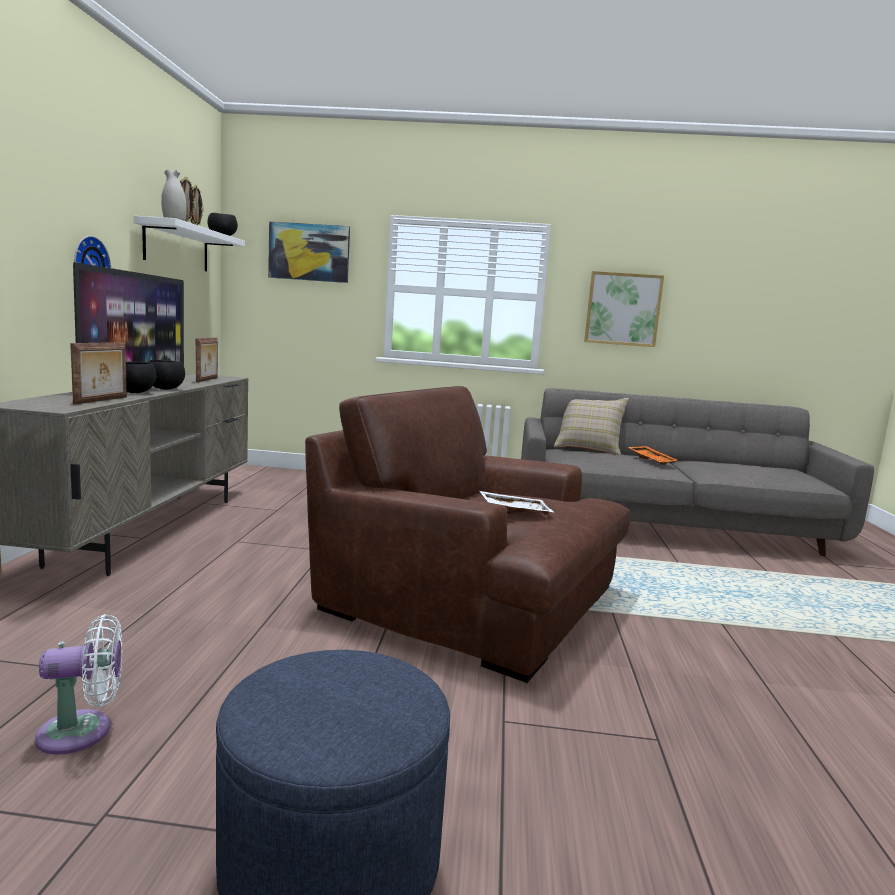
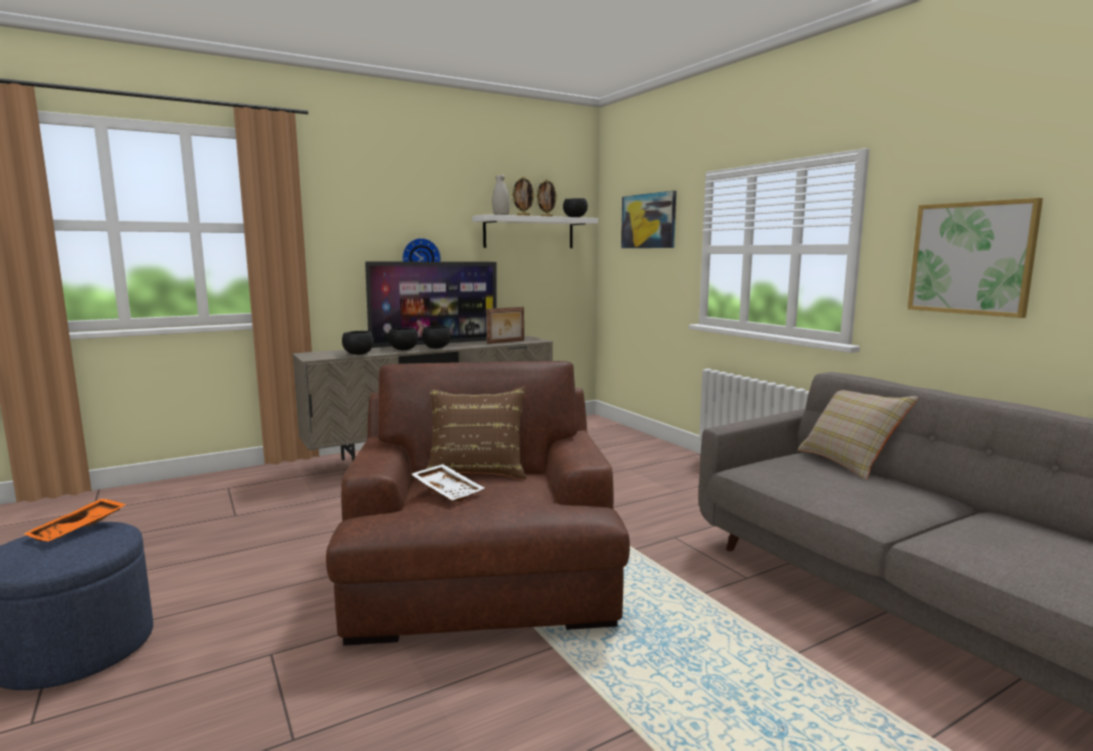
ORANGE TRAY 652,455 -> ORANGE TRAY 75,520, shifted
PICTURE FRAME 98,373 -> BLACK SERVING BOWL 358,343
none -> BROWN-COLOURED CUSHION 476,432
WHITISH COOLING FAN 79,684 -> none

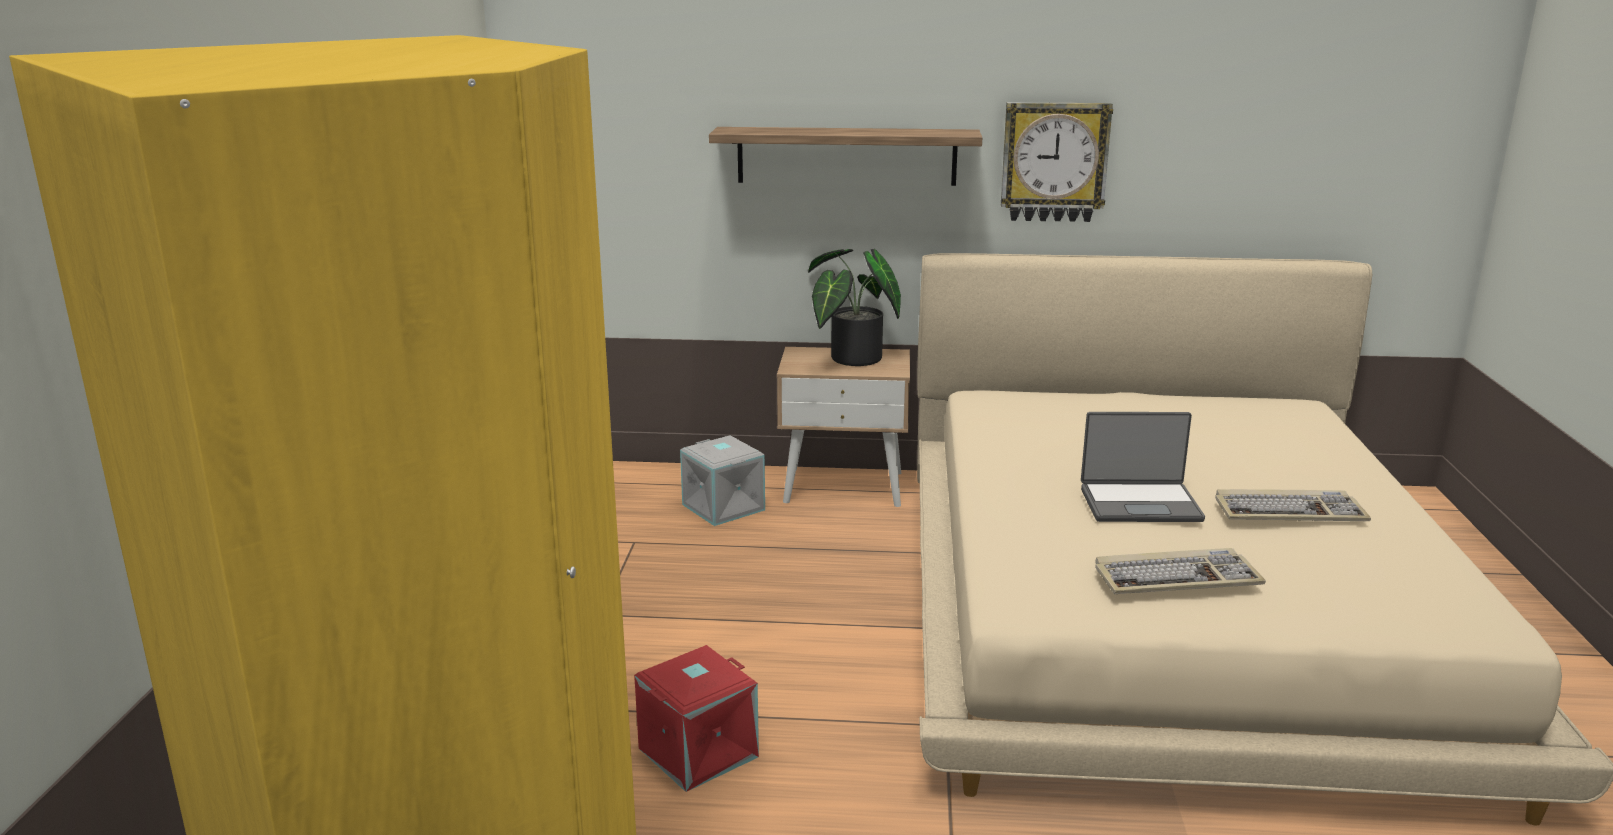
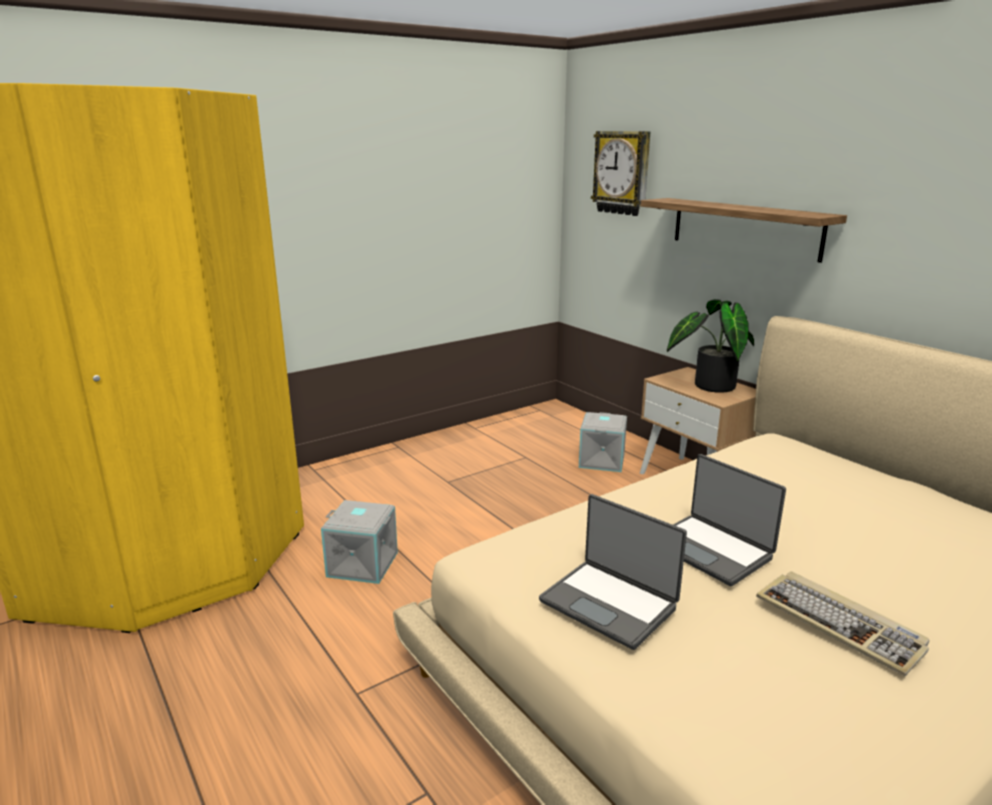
RED-COLOURED STORAGE BOX 696,718 -> GREY STORAGE BOX 359,542
COMPUTER KEYBOARD 1180,571 -> NOTEBOOK COMPUTER 613,572
CLOCK ON THE WALL 1057,162 -> CLOCK ON THE WALL 620,173, shifted

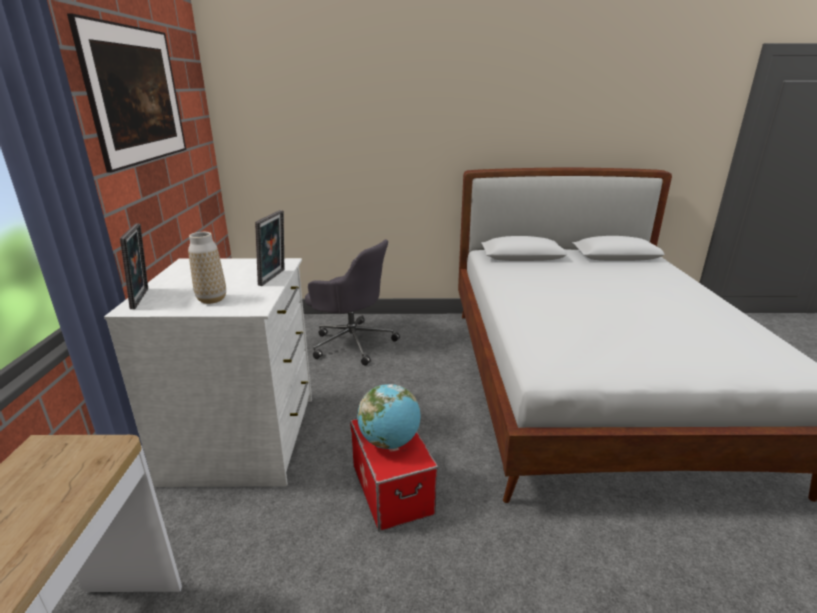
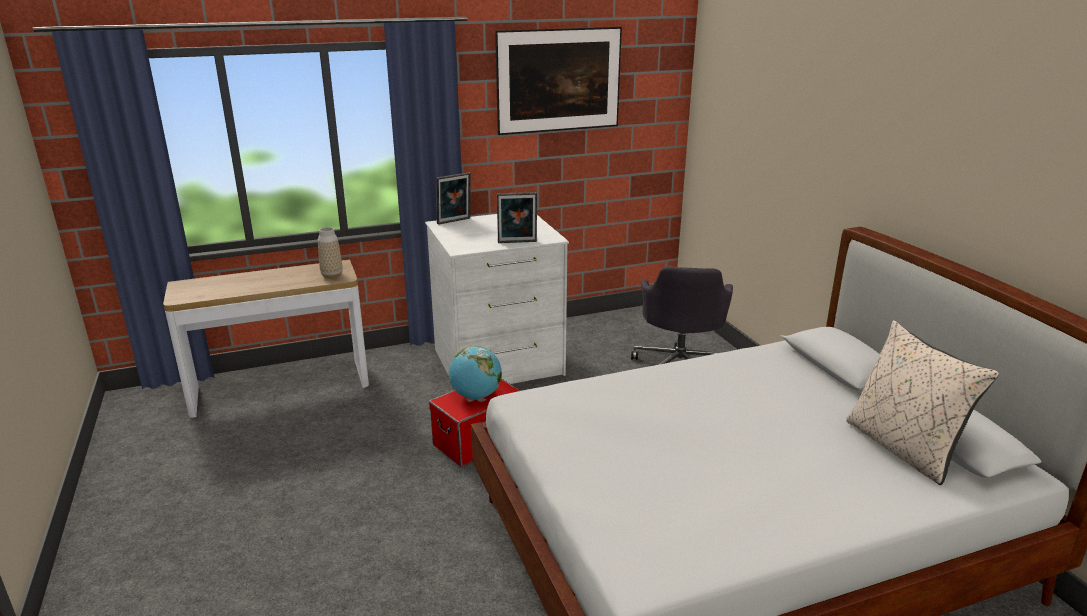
VASE 207,268 -> VASE 330,253, shifted
none -> BEIGE-COLOURED CUSHION 922,402

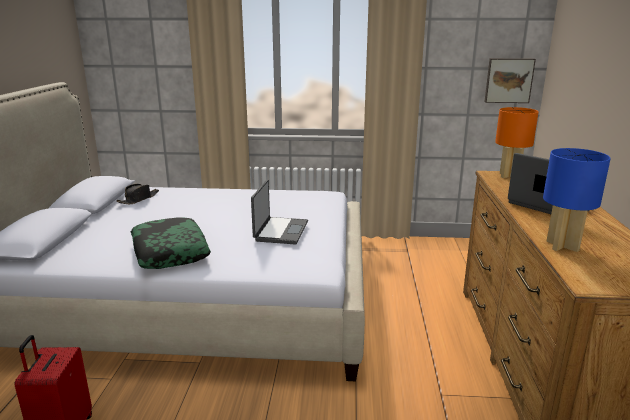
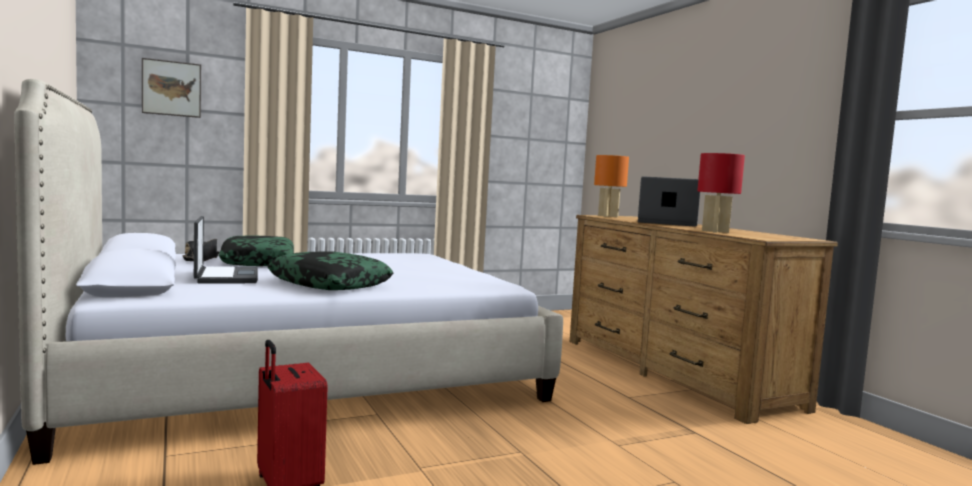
WALL PICTURE 510,80 -> WALL PICTURE 171,88, shifted
NOTEBOOK COMPUTER 279,212 -> NOTEBOOK COMPUTER 226,250, shifted
none -> CUSHION 256,251
BLUE TABLE LAMP 577,200 -> RED-COLOURED TABLE LAMP 721,193

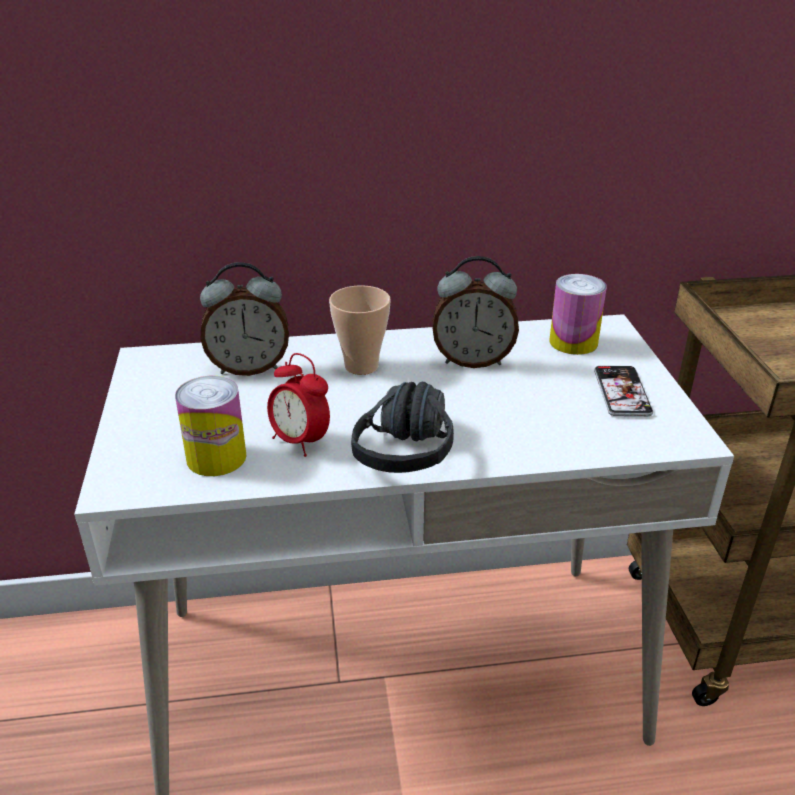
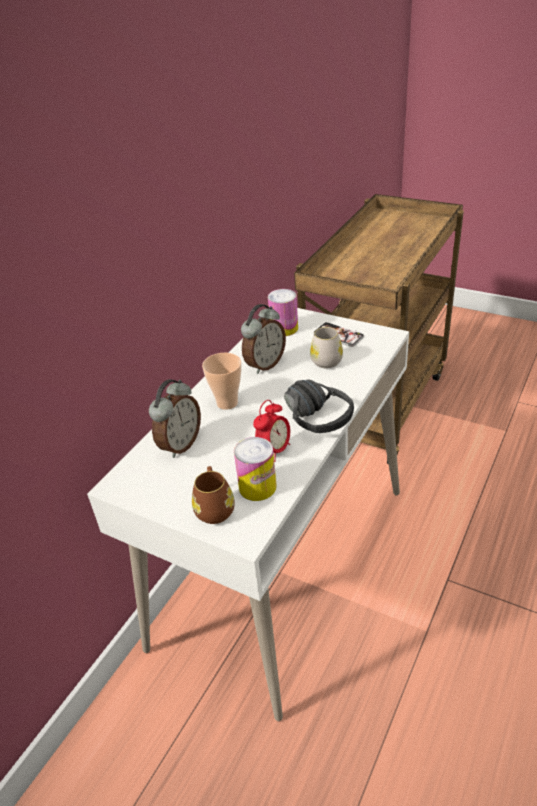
none -> BROWN-COLOURED MUG 213,495
ALARM CLOCK 298,405 -> ALARM CLOCK 271,431, 45 degrees counterclockwise
none -> WHITISH MUG 326,347

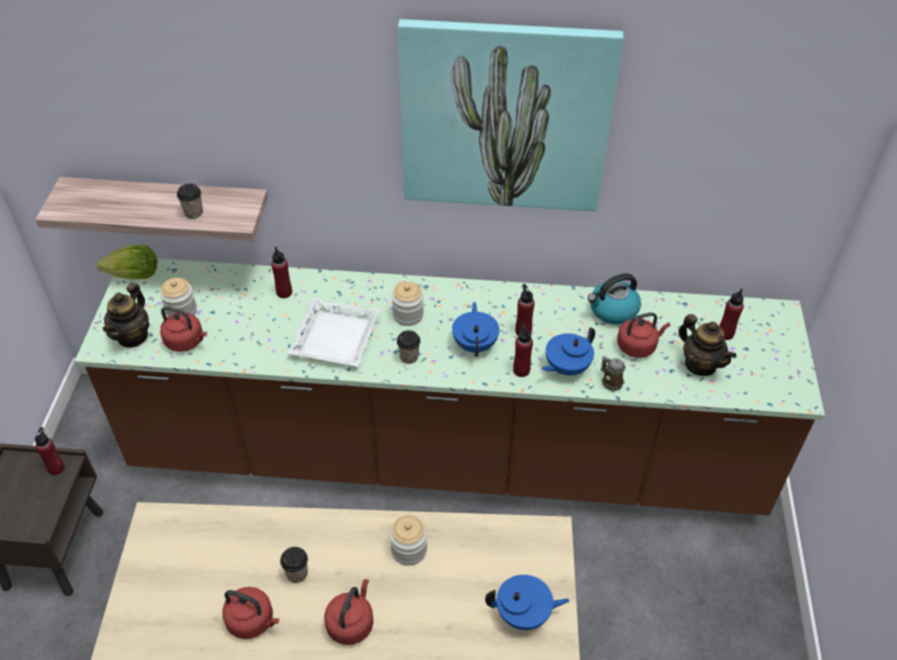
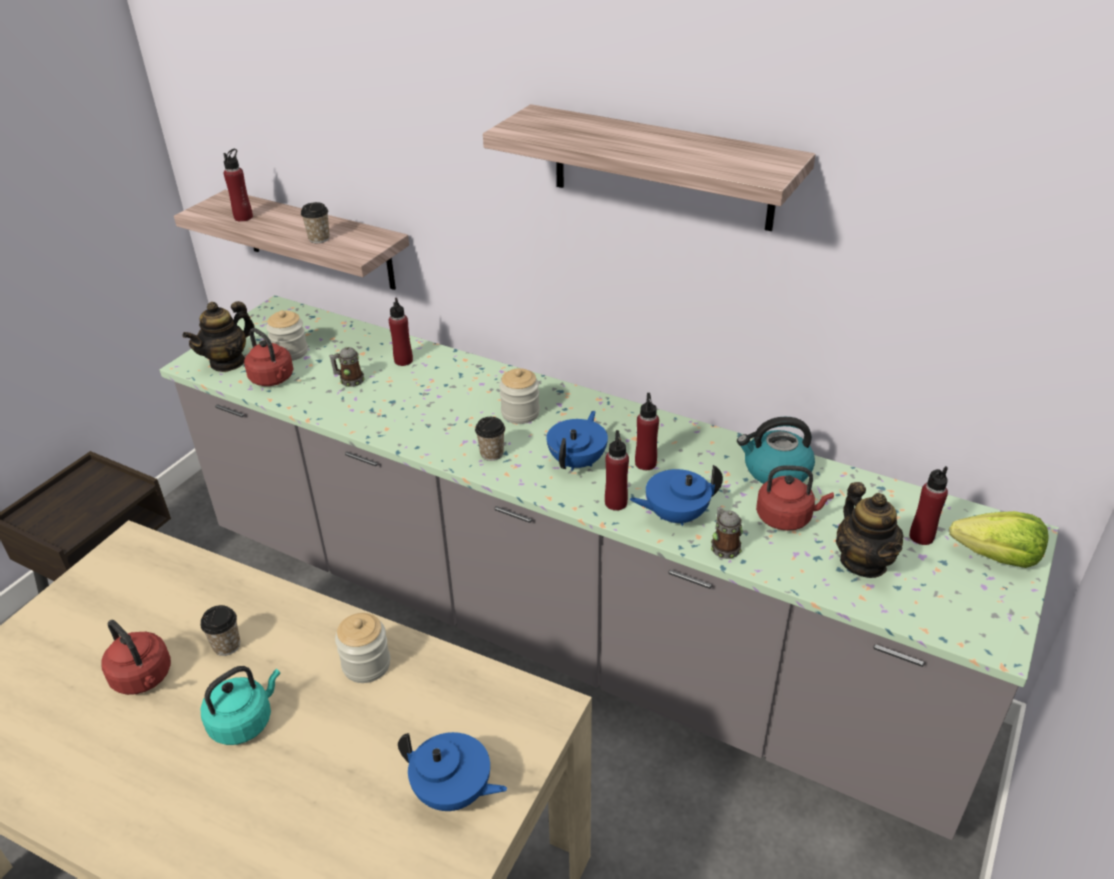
BROWN-COLOURED KITCHEN COUNTER 450,387 -> GREY KITCHEN COUNTER 609,567
RED-COLOURED TEA KETTLE 348,612 -> BLUE-GREEN TEA KETTLE 240,705
RED-COLOURED DRINK BOTTLE 50,451 -> RED-COLOURED DRINK BOTTLE 238,185, shifted
none -> MUG 347,367
WALL PICTURE 511,115 -> BRACKET SHELF 649,167
HEAD OF LETTUCE 127,262 -> HEAD OF LETTUCE 999,539, shifted
WHITISH TRAY 333,332 -> none

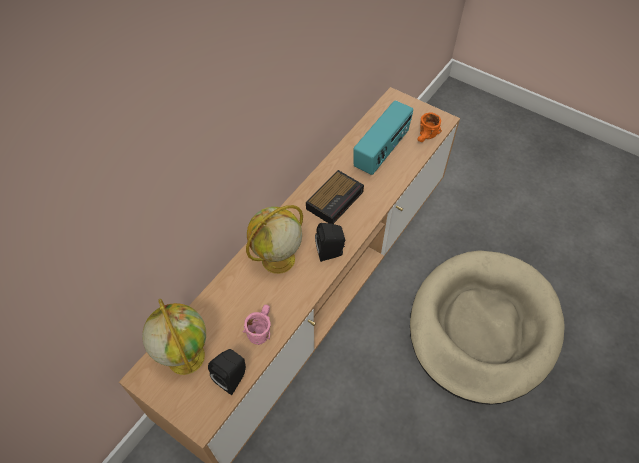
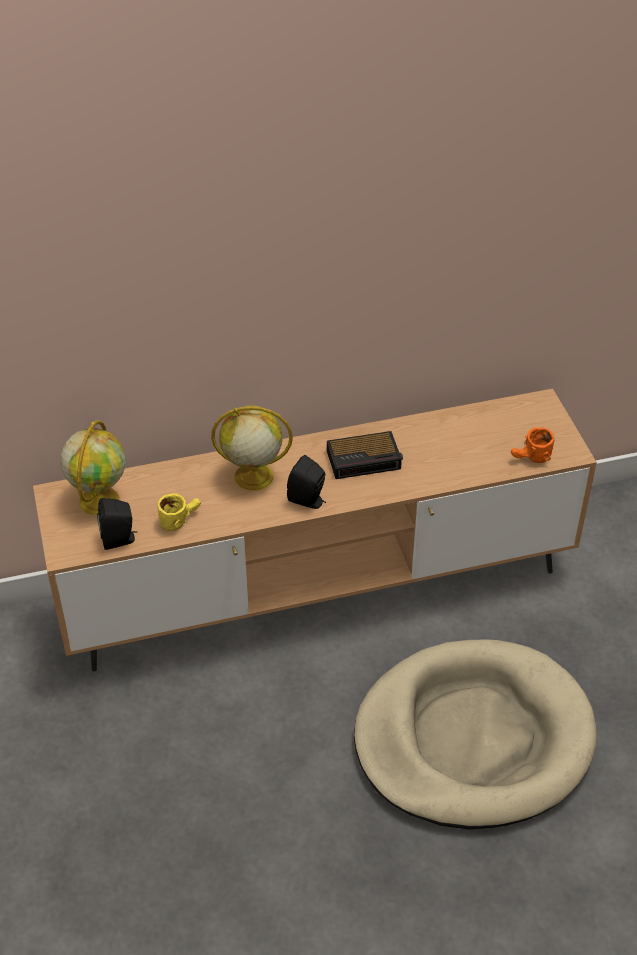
PINKISH MUG 256,325 -> YELLOW-COLOURED MUG 179,512
RADIO 383,137 -> none

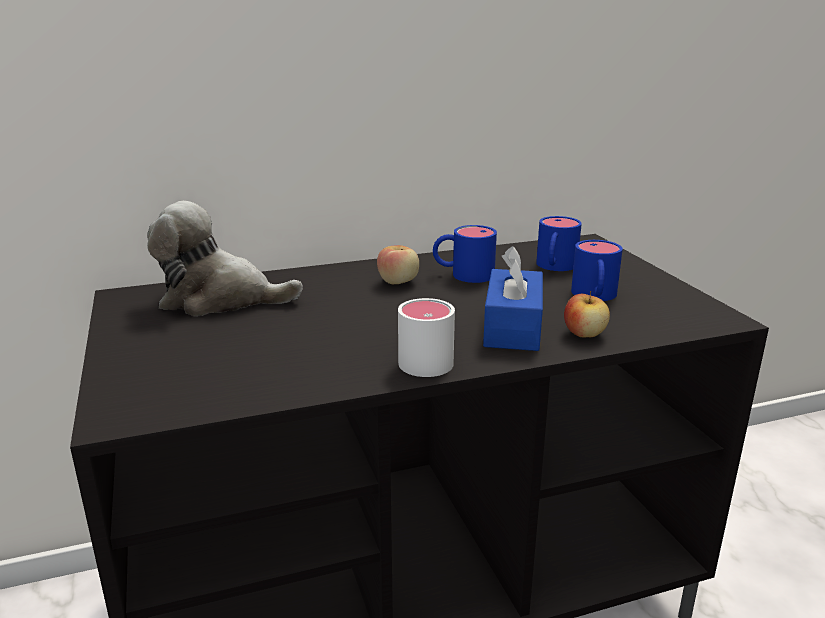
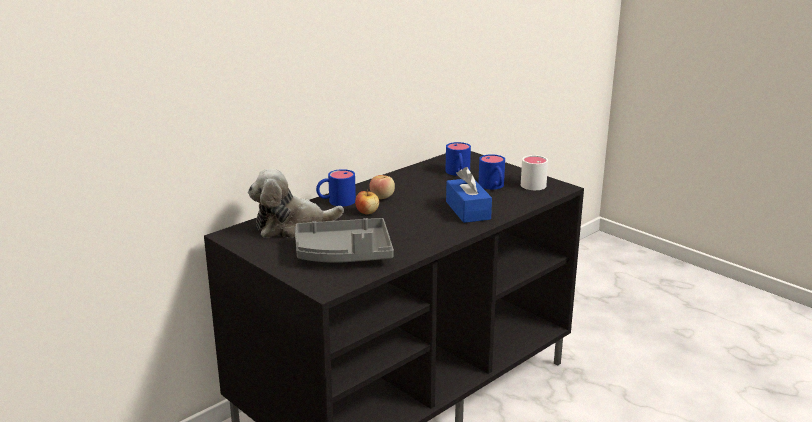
none -> GREY TRAY 344,240
BLUE MUG 465,254 -> BLUE MUG 336,187, shifted
WHOLE APPLE 587,314 -> WHOLE APPLE 367,201, shifted
WHITISH MUG 426,337 -> WHITISH MUG 534,172, shifted

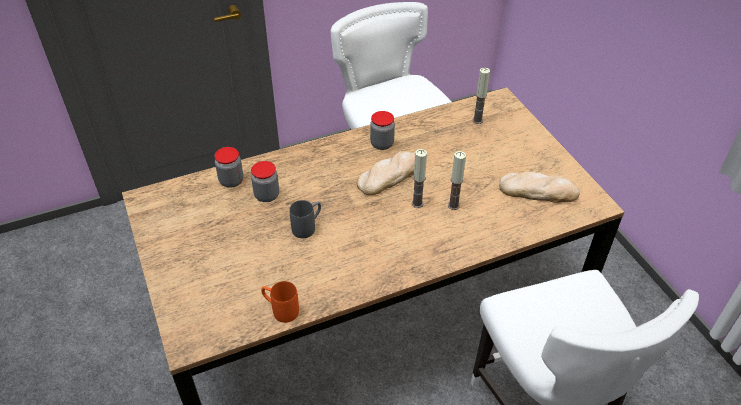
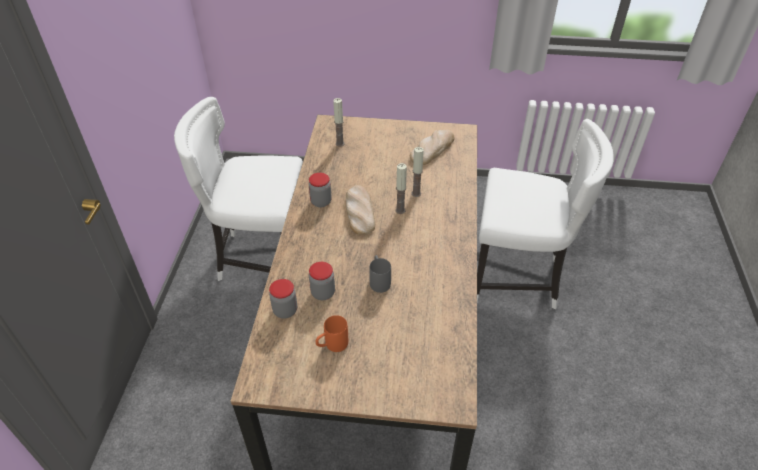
ORANGE MUG 280,302 -> ORANGE MUG 332,333, shifted

